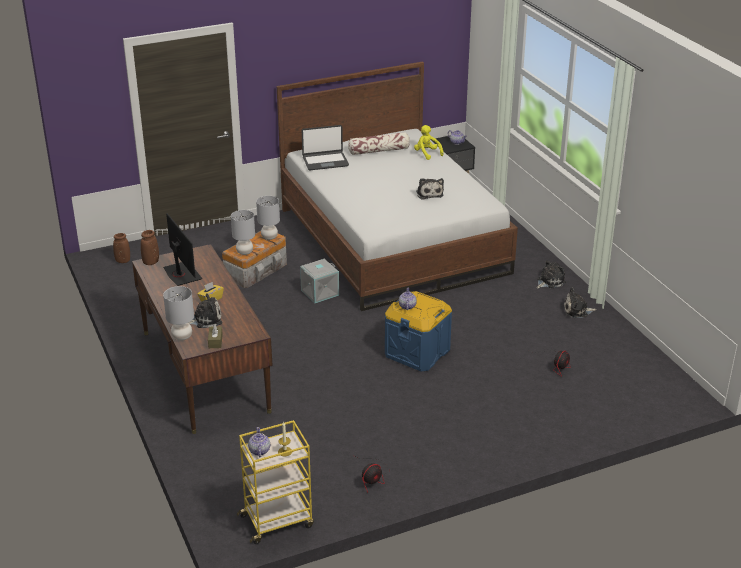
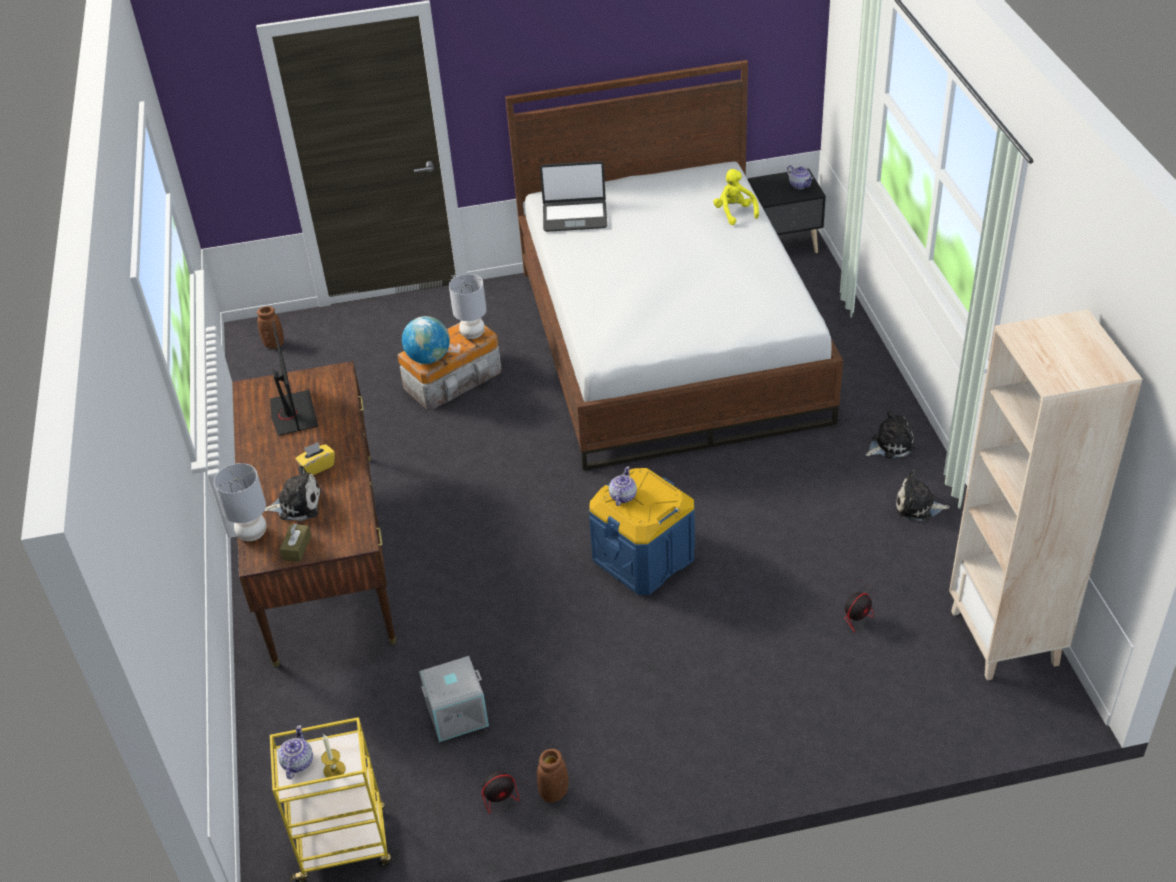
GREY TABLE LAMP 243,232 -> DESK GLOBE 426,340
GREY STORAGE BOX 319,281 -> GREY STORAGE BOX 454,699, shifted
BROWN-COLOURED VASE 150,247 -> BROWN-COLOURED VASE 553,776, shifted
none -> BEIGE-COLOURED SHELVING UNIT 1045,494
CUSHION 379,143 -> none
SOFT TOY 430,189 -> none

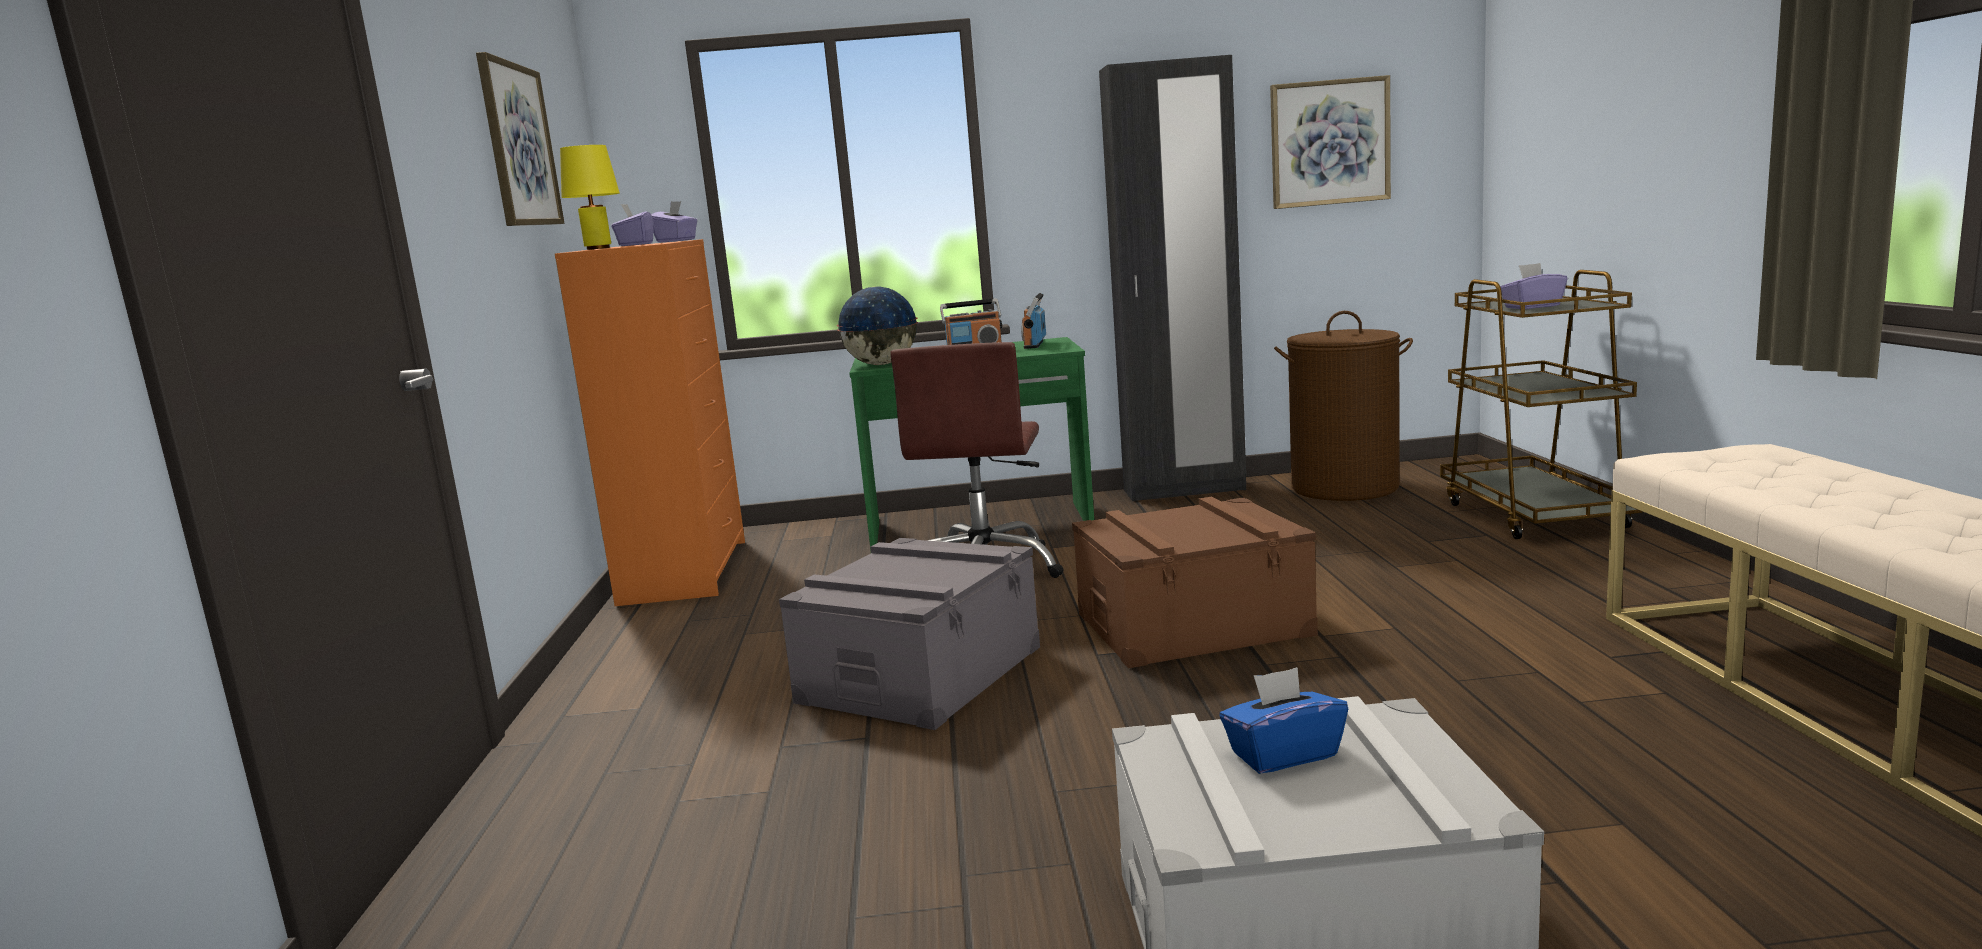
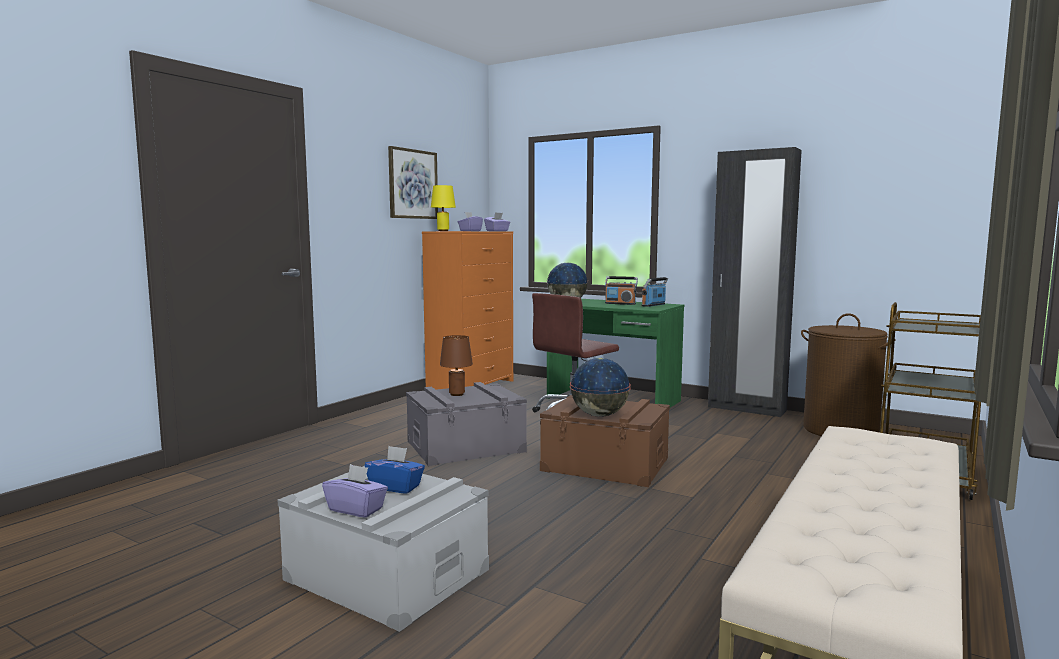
PURPLISH BOX OF TISSUES 1533,286 -> PURPLISH BOX OF TISSUES 355,491, shifted
none -> BROWN-COLOURED TABLE LAMP 456,365
none -> DESK GLOBE 600,387
WALL PICTURE 1330,142 -> none

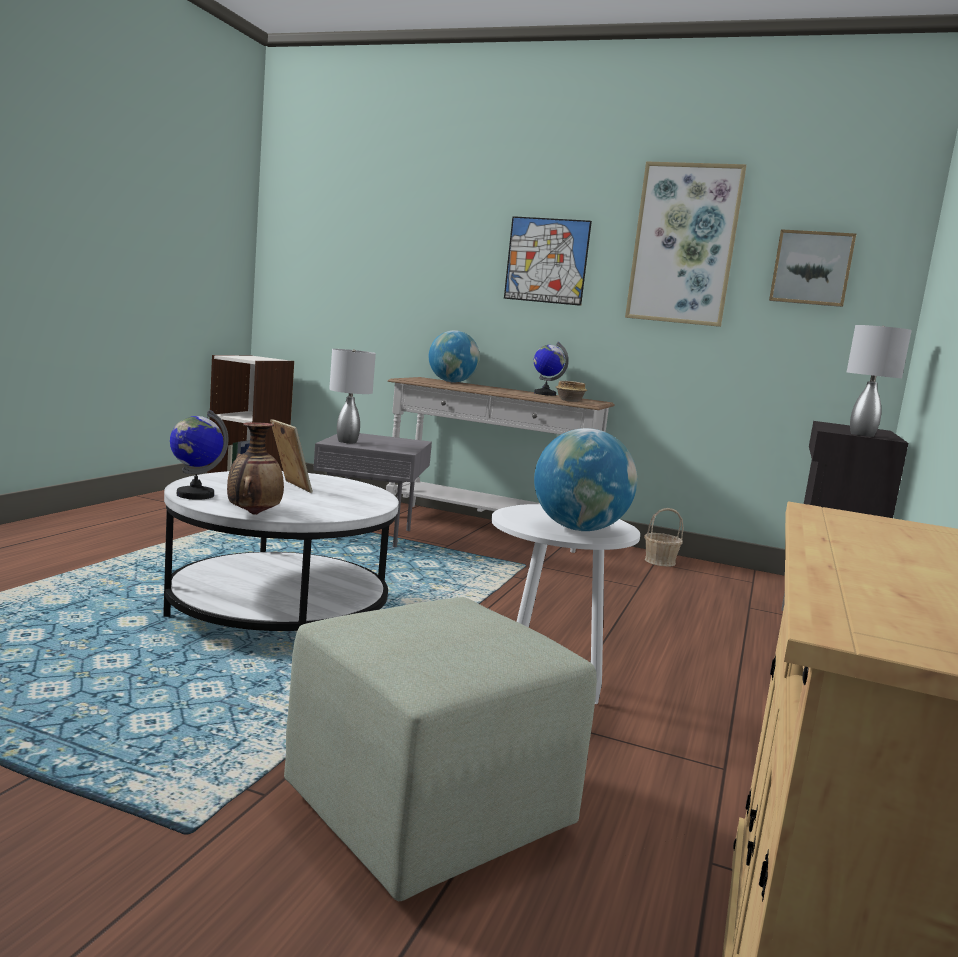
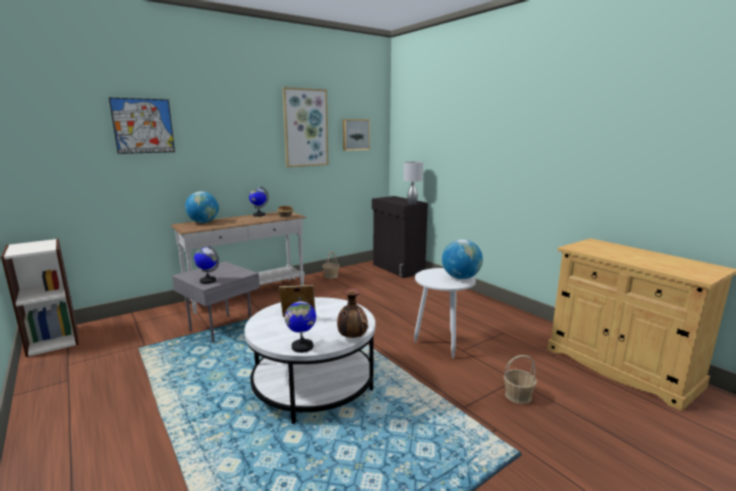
WALL PICTURE 548,261 -> WALL PICTURE 142,126, shifted
GREY TABLE LAMP 352,396 -> DESK GLOBE 206,265
GREEN-COLOURED OTTOMAN 440,749 -> HOUSEHOLD BASKET 520,379

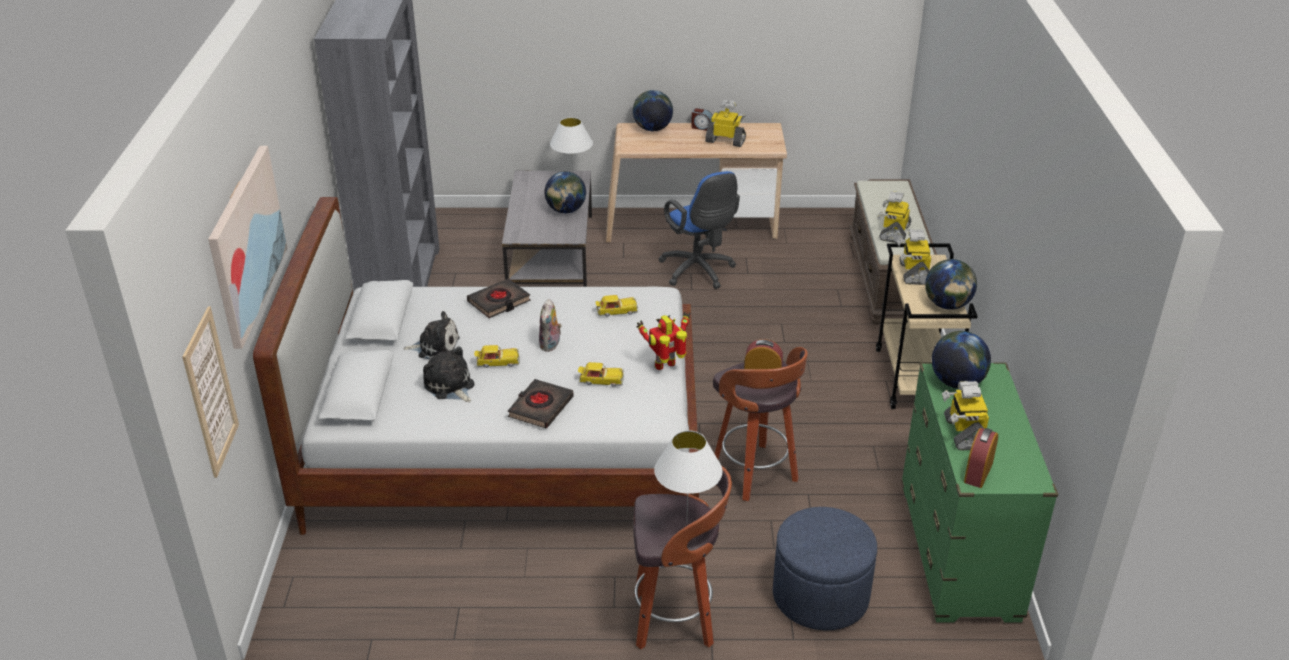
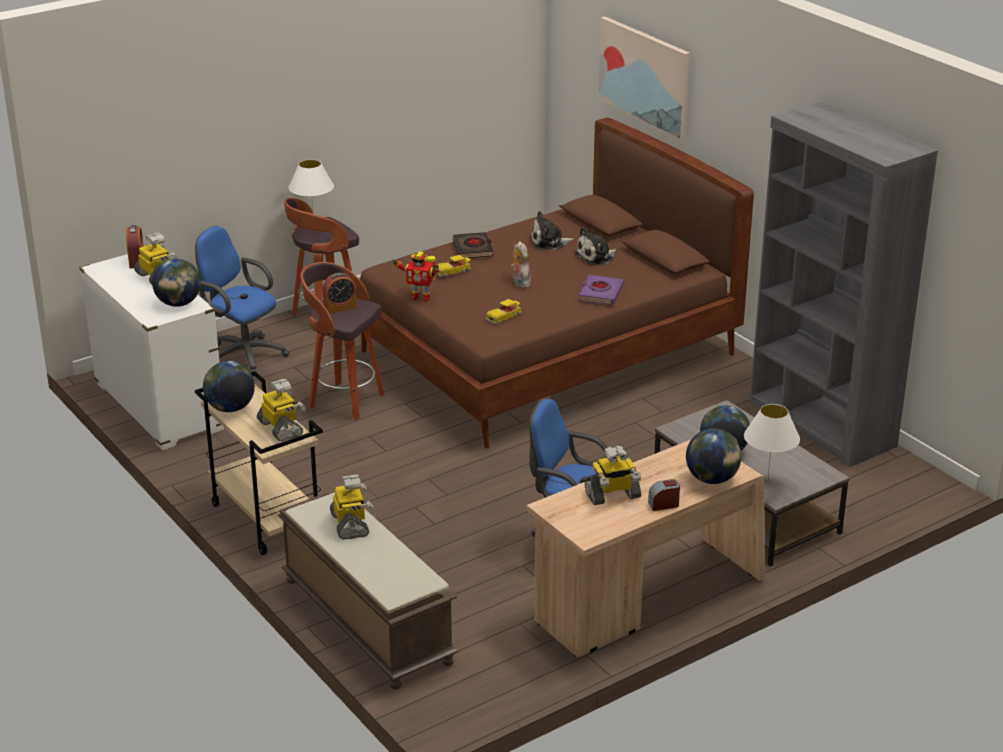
GREEN-COLOURED DRESSER 979,492 -> WHITISH DRESSER 151,352
BLUE OTTOMAN 825,569 -> BLUE OFFICE CHAIR 242,299
WHITISH BEDROOM BED 476,366 -> BROWN-COLOURED BEDROOM BED 557,282
MODEL ROBOT 663,340 -> MODEL ROBOT 416,276, 75 degrees clockwise
SOFT TOY 448,374 -> SOFT TOY 552,230, 150 degrees clockwise
BLACK BOUND BOOK 499,298 -> PURPLISH BOUND BOOK 601,290
WALL PICTURE 210,392 -> none
MINIATURE CAR 496,356 -> none

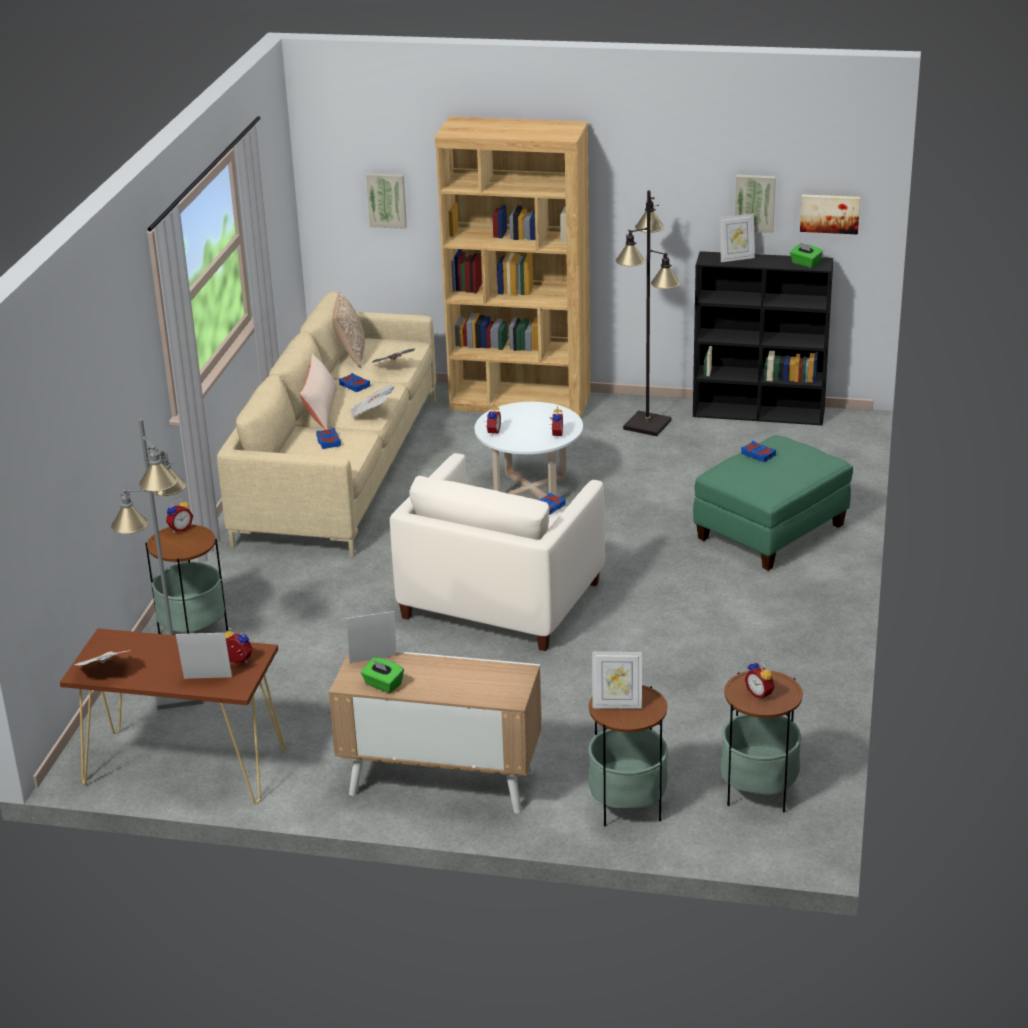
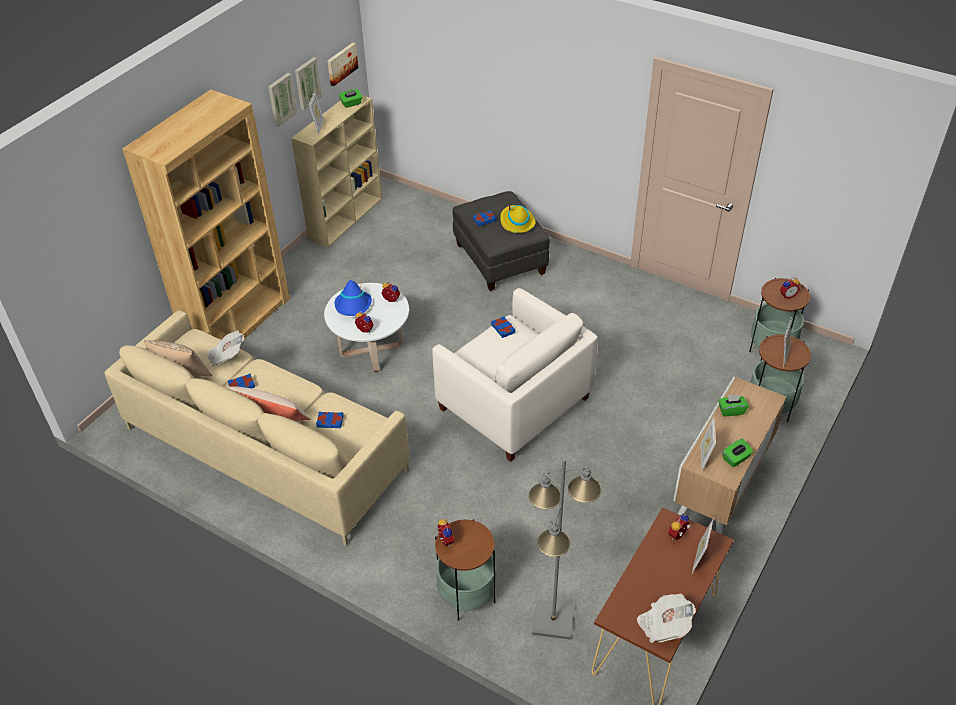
WALL PICTURE 386,201 -> WALL PICTURE 282,100, shifted
BLACK SHELVING UNIT 763,338 -> BEIGE-COLOURED SHELVING UNIT 336,171
none -> BLUE CLOTHING HAT 353,297
GREEN-COLOURED OTTOMAN 773,503 -> GREY OTTOMAN 501,241
none -> YELLOW-COLOURED CLOTHING HAT 518,219
none -> GREEN-COLOURED BOX OF TISSUES 733,405
DAILY PAPER 372,400 -> none
BLACK STANDARD LAMP 648,313 -> none

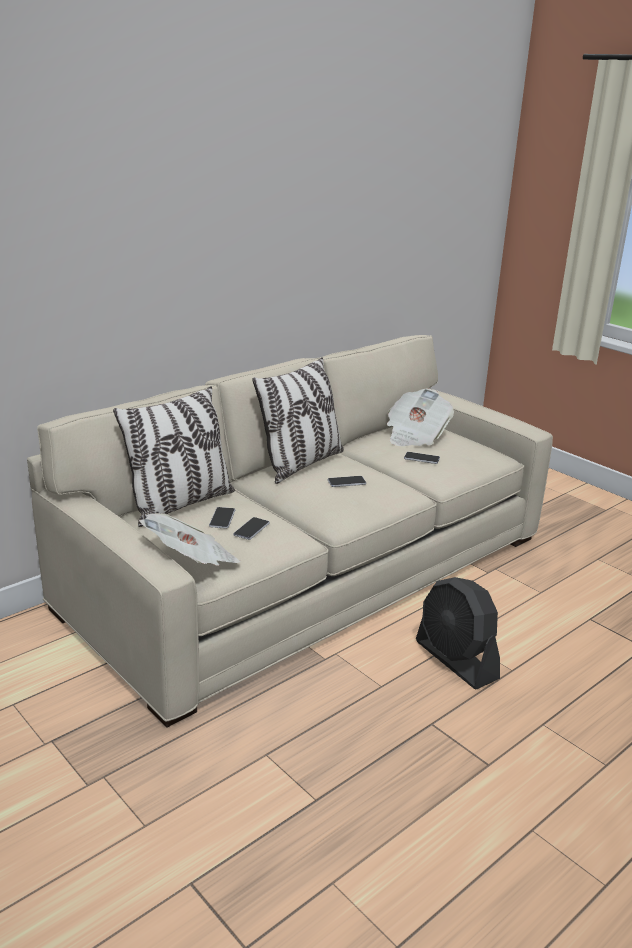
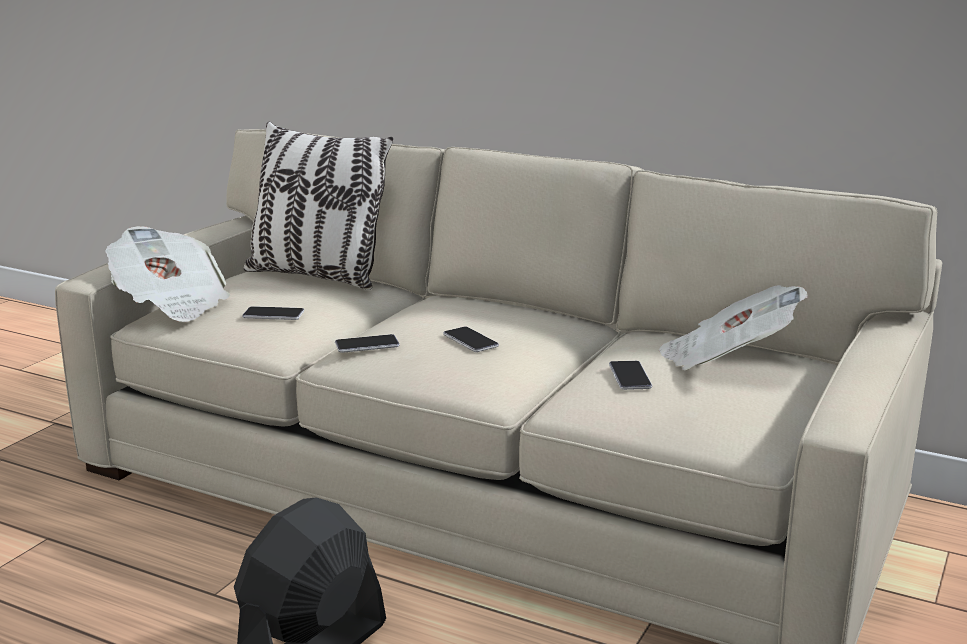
HANDSET 222,518 -> HANDSET 367,343, shifted
CUSHION 298,420 -> none

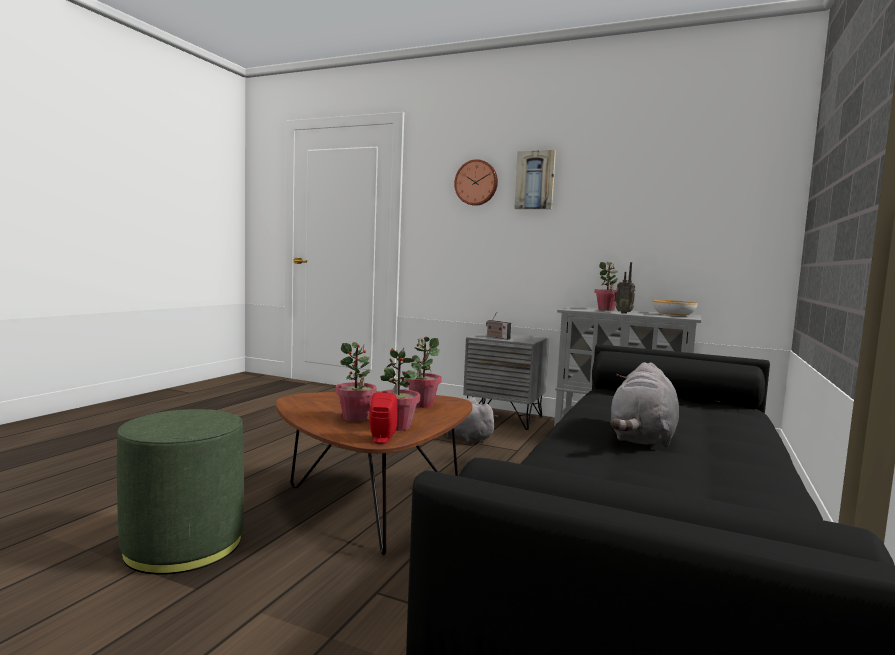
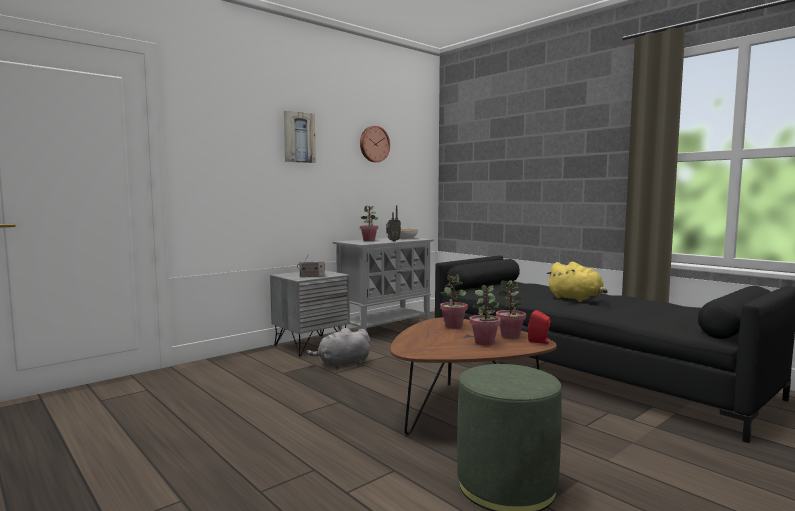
CLOCK ON THE WALL 476,182 -> CLOCK ON THE WALL 375,144, shifted
GREY SOFT TOY 644,405 -> YELLOW-COLOURED SOFT TOY 577,282

